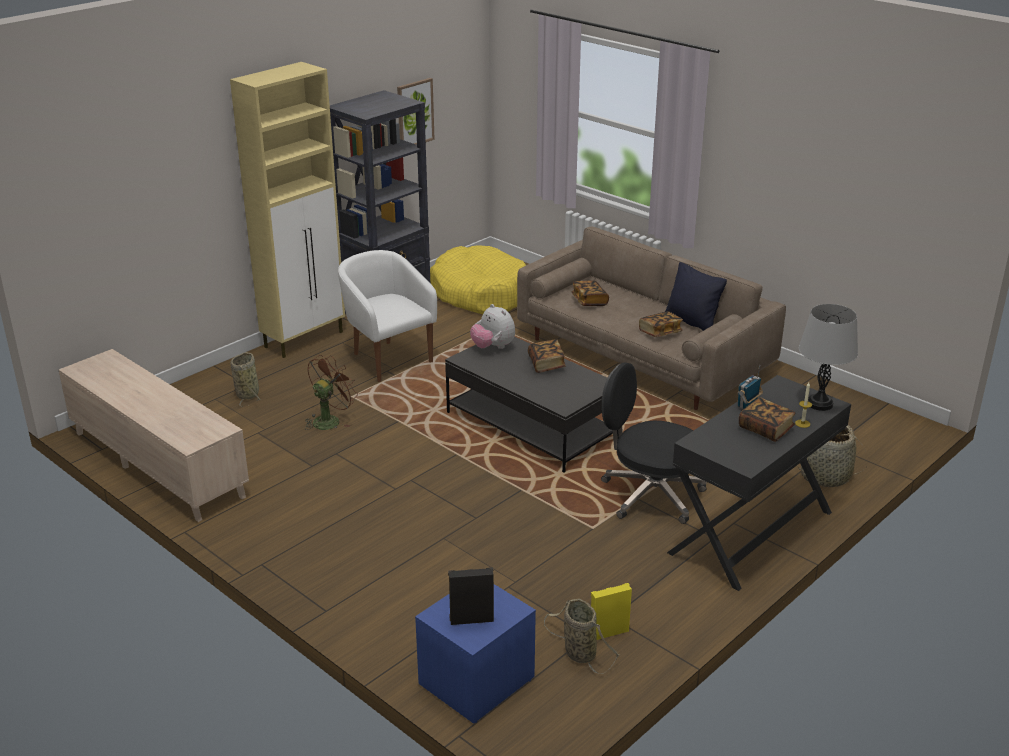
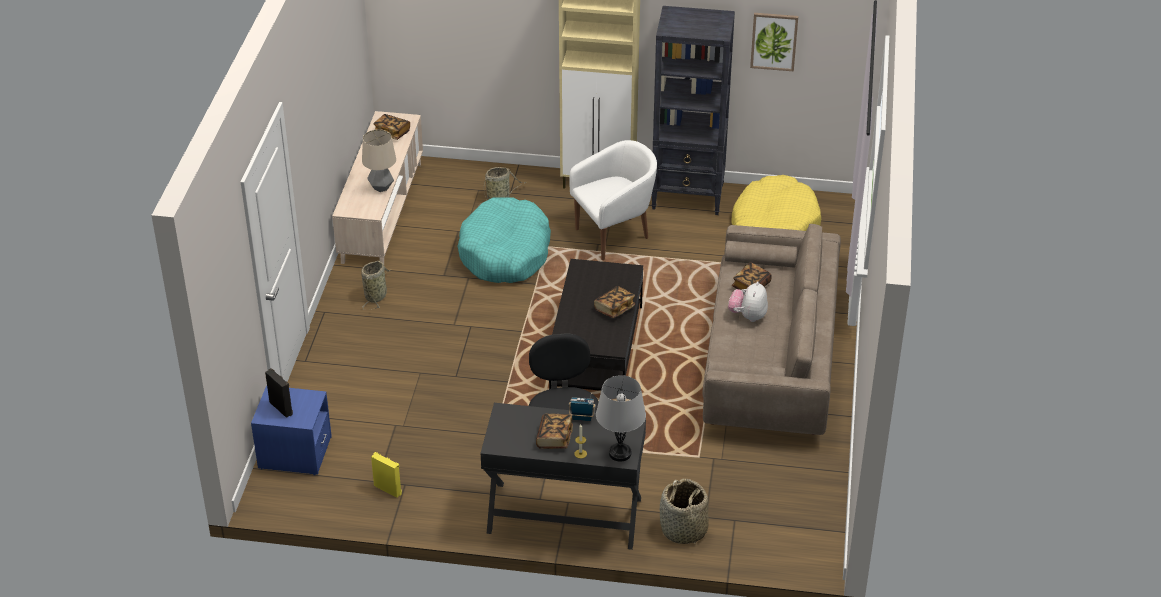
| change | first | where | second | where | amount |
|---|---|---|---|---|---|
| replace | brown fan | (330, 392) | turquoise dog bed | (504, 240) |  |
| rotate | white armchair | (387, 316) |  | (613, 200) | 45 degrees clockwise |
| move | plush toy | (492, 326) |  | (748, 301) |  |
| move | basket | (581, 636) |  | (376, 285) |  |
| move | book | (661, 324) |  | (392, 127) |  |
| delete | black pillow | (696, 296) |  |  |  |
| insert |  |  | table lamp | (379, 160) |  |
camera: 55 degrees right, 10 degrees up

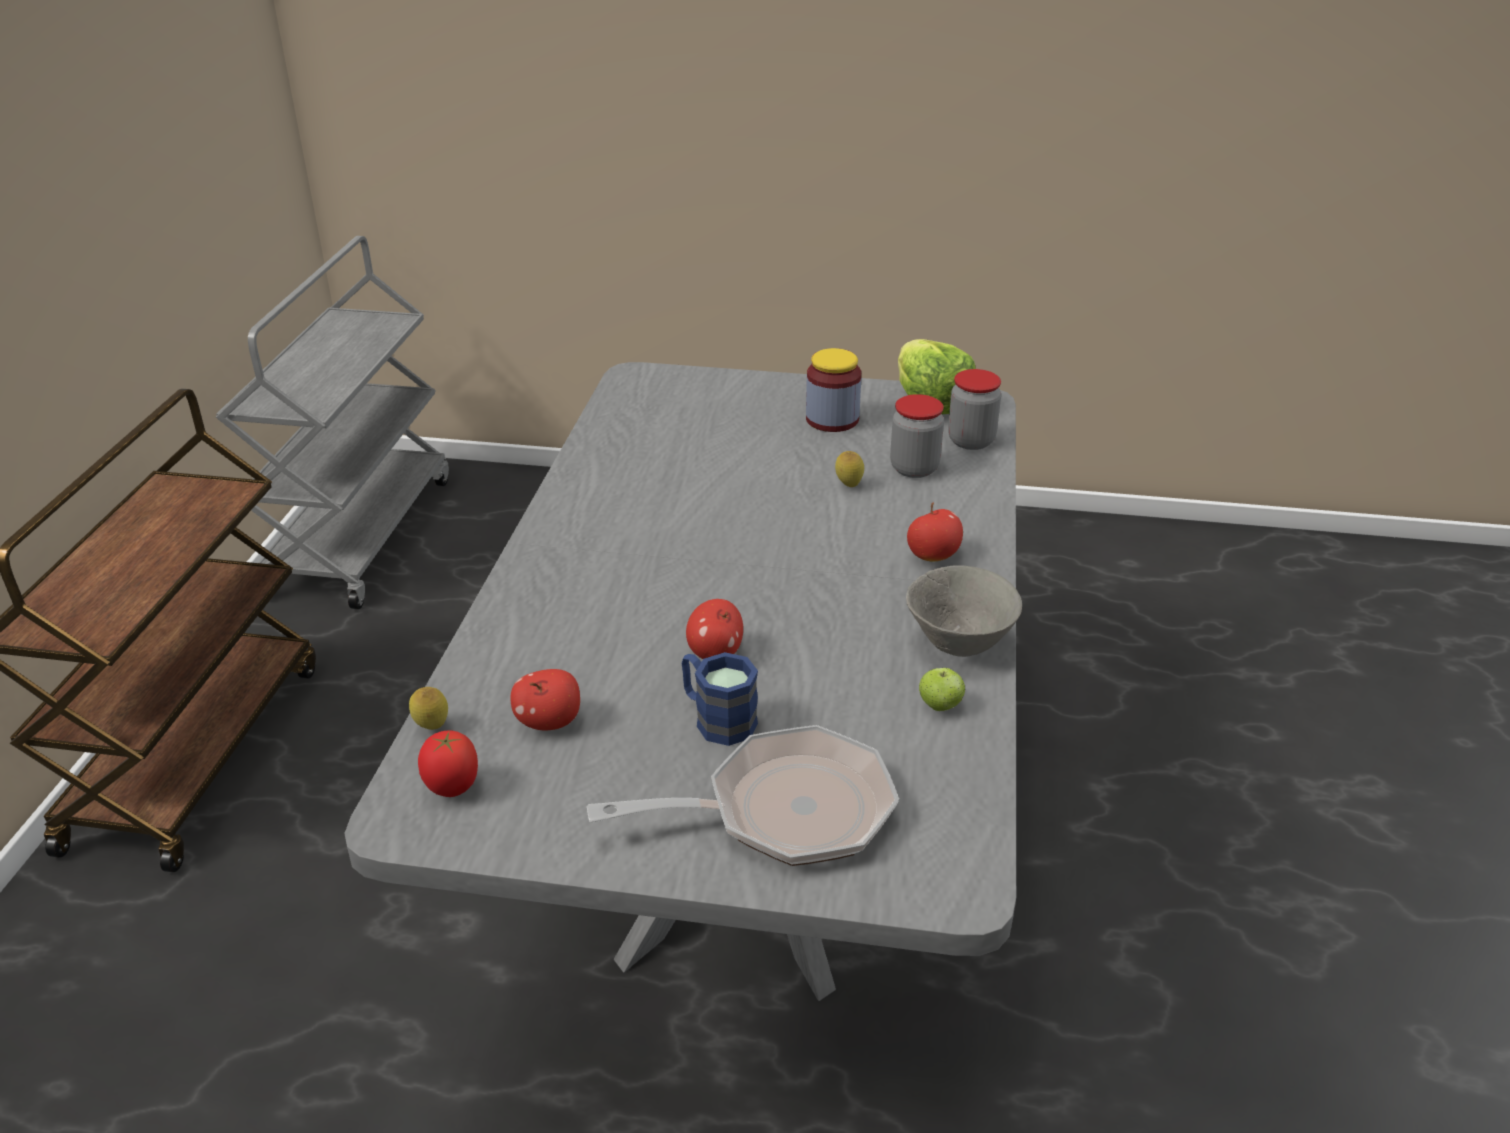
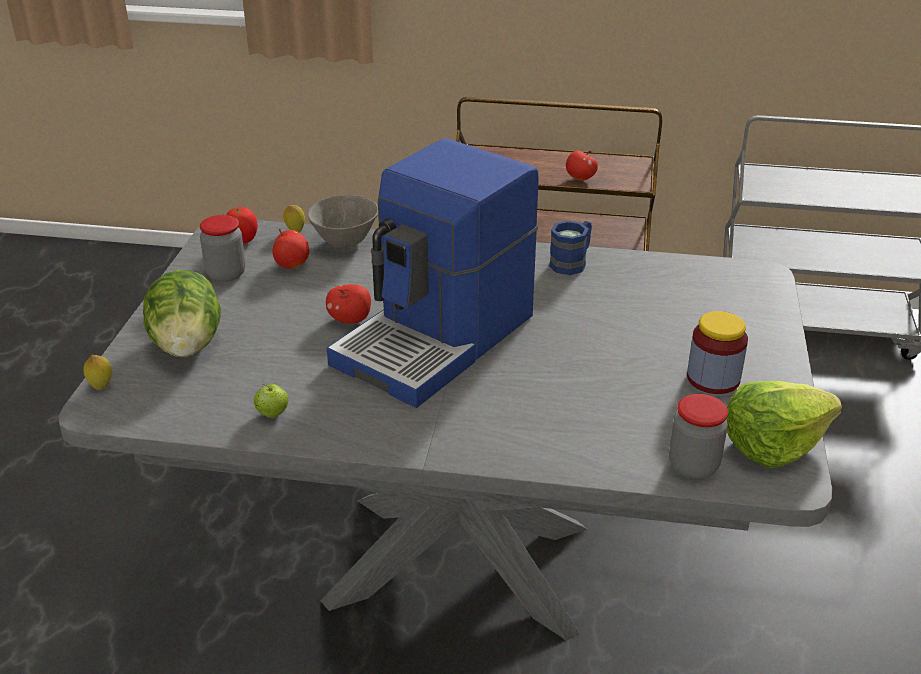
| change | first | where | second | where | amount |
|---|---|---|---|---|---|
| replace | frying pan | (743, 795) | lettuce | (182, 313) |  |
| move | blue mug | (720, 699) |  | (570, 247) |  |
| move | lemon | (849, 469) |  | (97, 372) |  |
| move | jar | (917, 436) |  | (223, 248) |  |
| move | grey bowl | (964, 611) |  | (343, 221) |  |
| move | apple | (935, 532) |  | (582, 165) |  |
| insert |  |  | coffee machine | (433, 273) |  |
camera: 90 degrees right, 0 degrees up

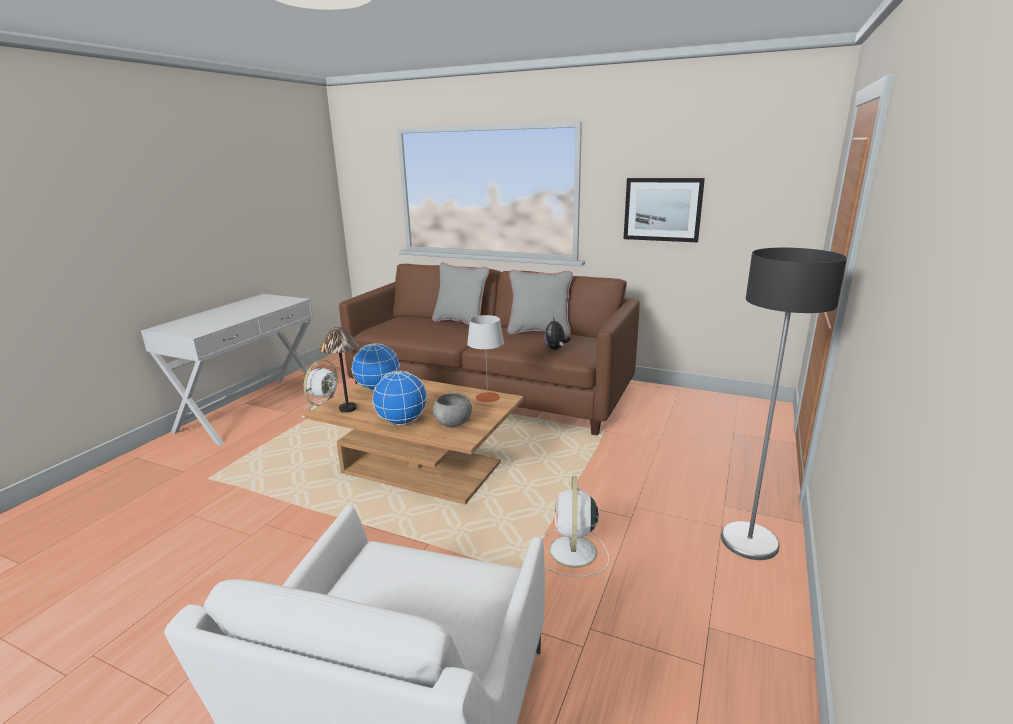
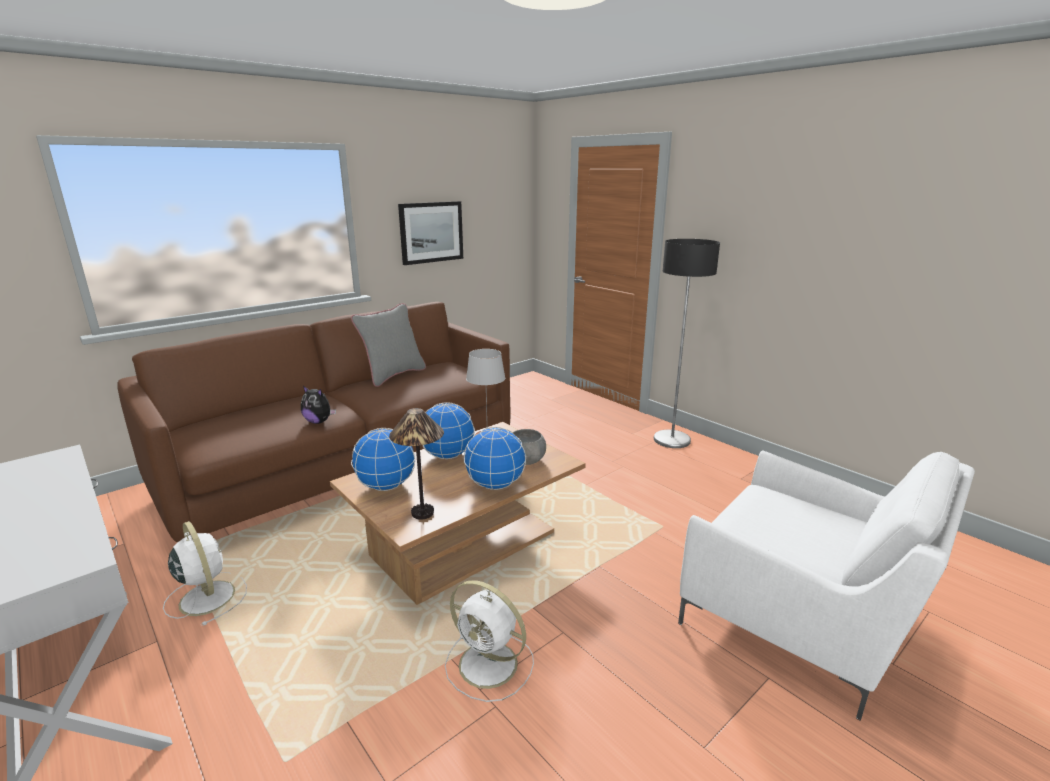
| change | first | where | second | where | amount |
|---|---|---|---|---|---|
| delete | grey pillow | (460, 293) |  |  |  |
| move | white fan | (575, 526) |  | (489, 641) |  |
| move | plush toy | (557, 333) |  | (318, 405) |  |
| insert |  |  | globe | (449, 430) |  |
camera: 65 degrees left, 0 degrees up

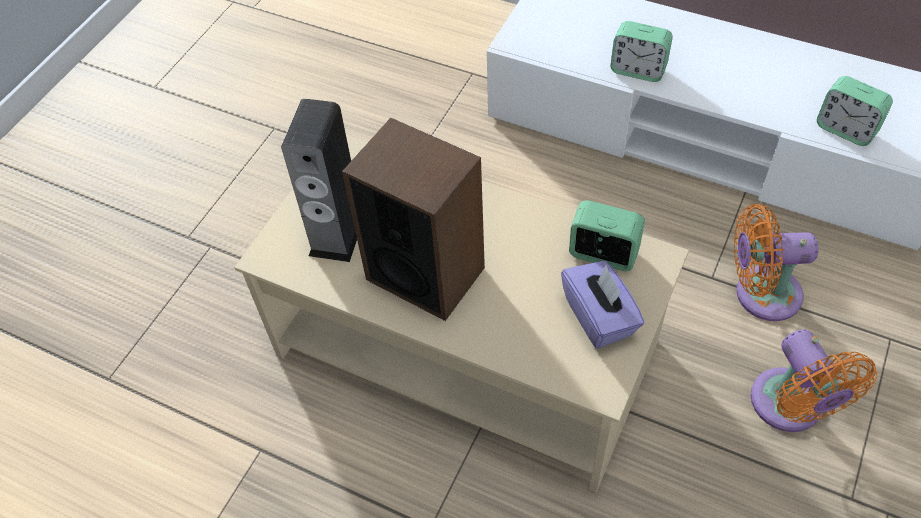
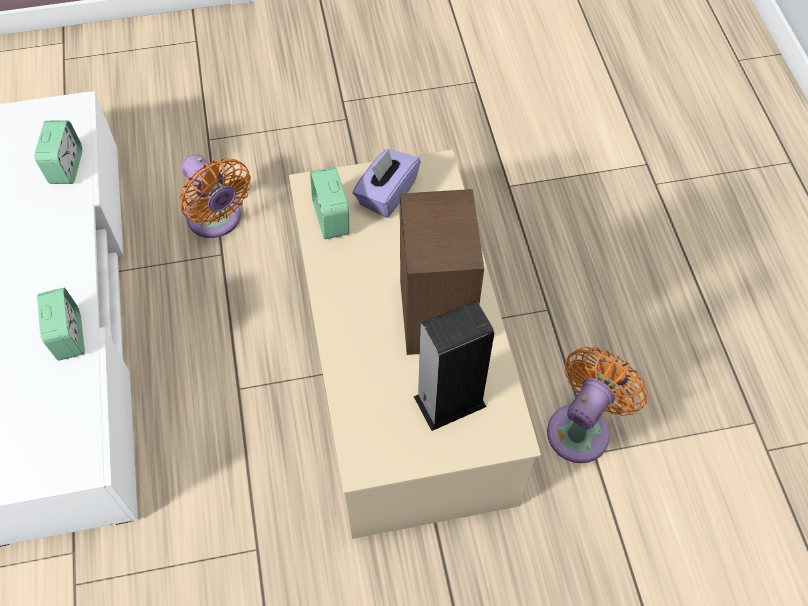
| change | first | where | second | where | amount |
|---|---|---|---|---|---|
| move | orange fan | (814, 380) |  | (597, 405) |  |
camera: 130 degrees left, 5 degrees up

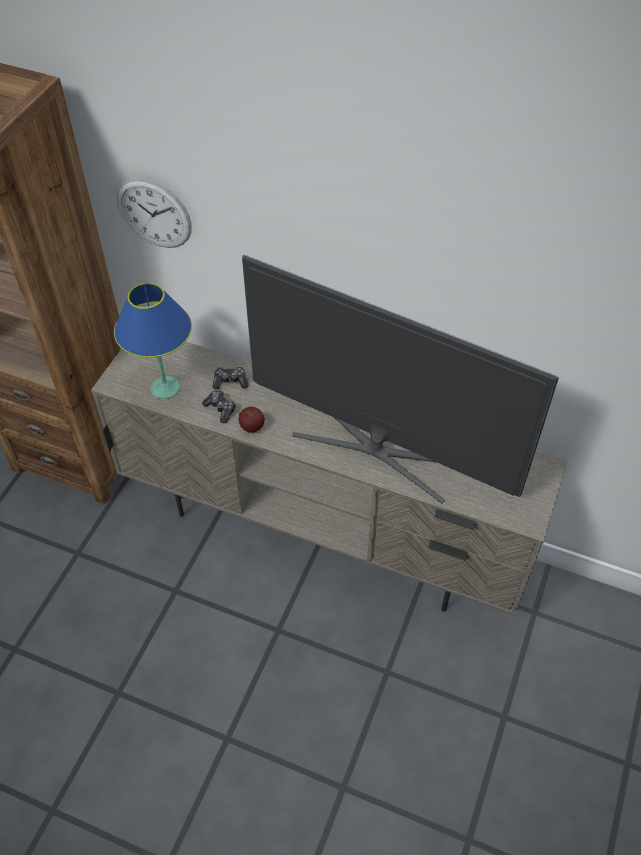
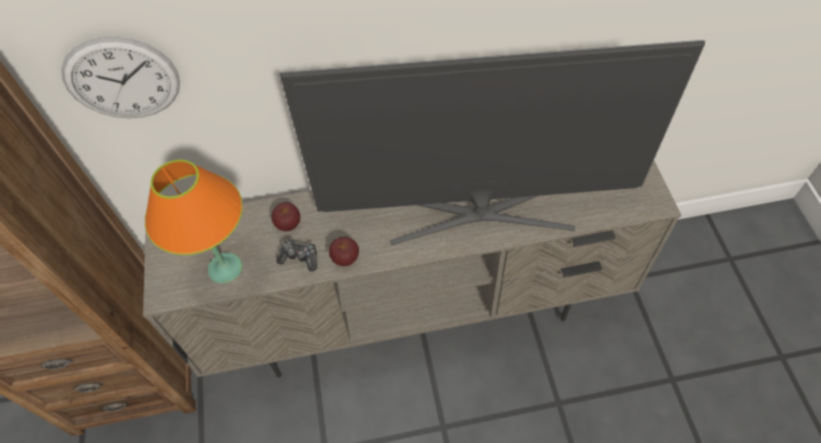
| change | first | where | second | where | amount |
|---|---|---|---|---|---|
| recolor | blue table lamp | (153, 341) | orange table lamp | (194, 221) |  |
| replace | game controller | (230, 377) | apple | (285, 216) |  |
camera: 30 degrees left, 5 degrees up

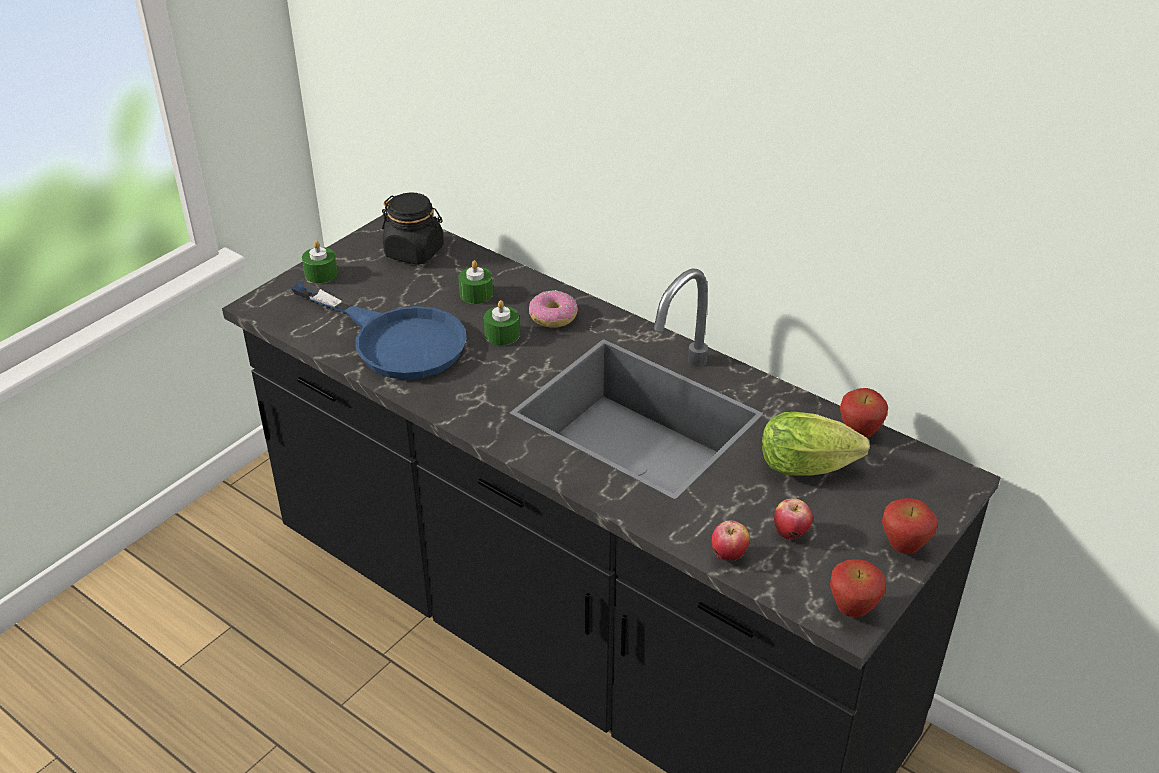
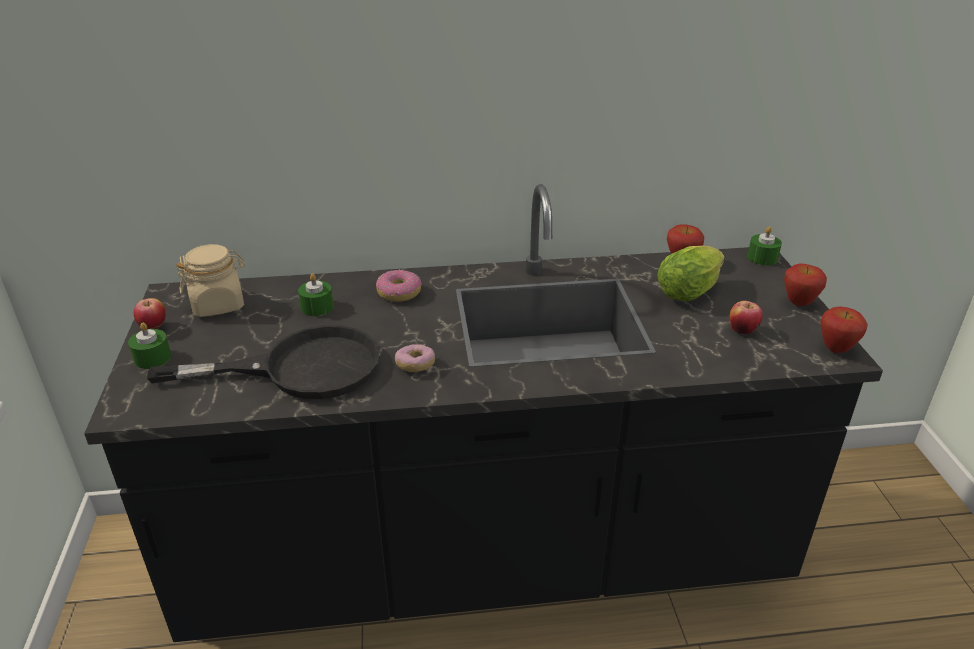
| change | first | where | second | where | amount |
|---|---|---|---|---|---|
| recolor | blue frying pan | (379, 330) | black frying pan | (263, 362) |  |
| recolor | black jar | (413, 229) | beige jar | (210, 280) |  |
| move | green candle | (502, 322) |  | (764, 246) |  |
| move | apple | (730, 540) |  | (150, 313) |  |
| insert |  |  | donut | (415, 358) |  |
camera: 45 degrees left, 5 degrees down

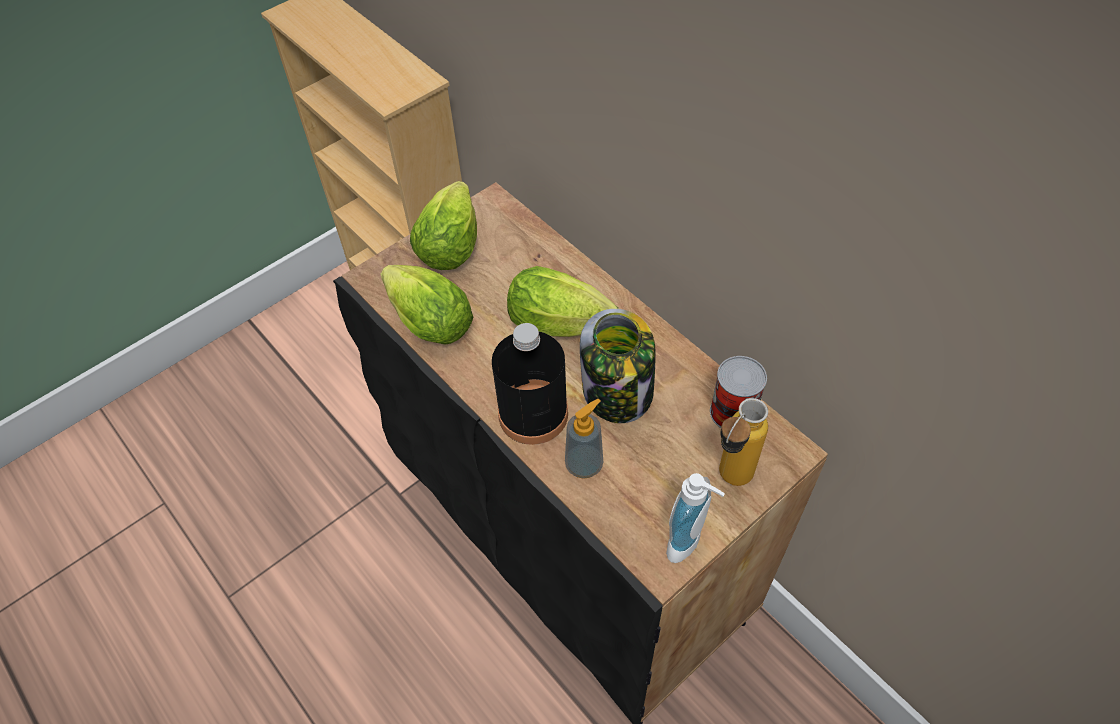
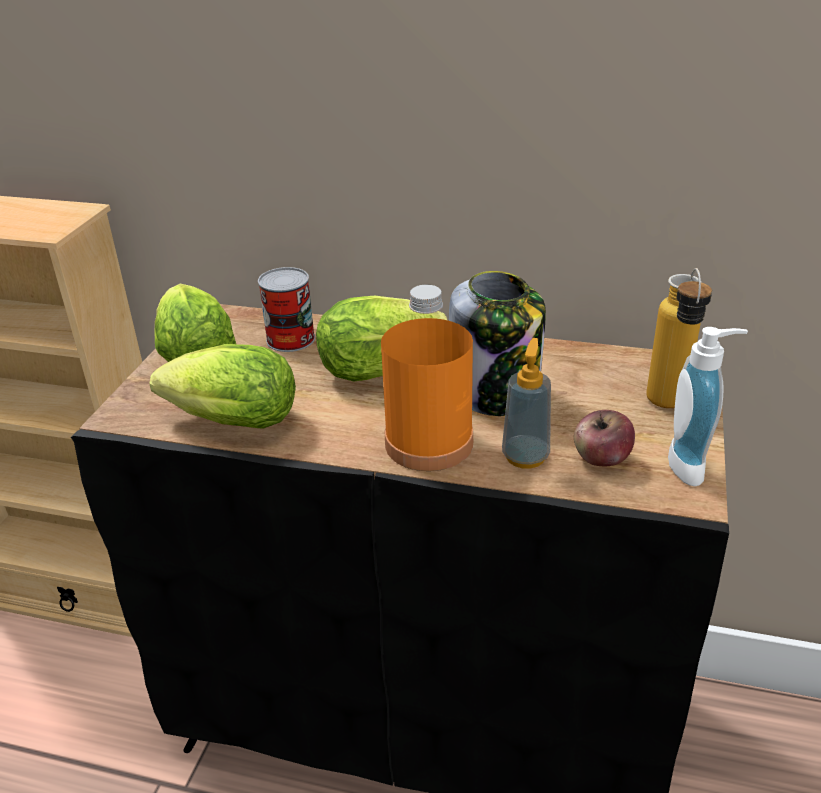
| change | first | where | second | where | amount |
|---|---|---|---|---|---|
| recolor | black bottle | (530, 384) | orange bottle | (427, 378) |  |
| move | can | (738, 392) |  | (286, 309) |  |
| insert |  |  | apple | (604, 438) |  |
camera: 35 degrees left, 20 degrees down

